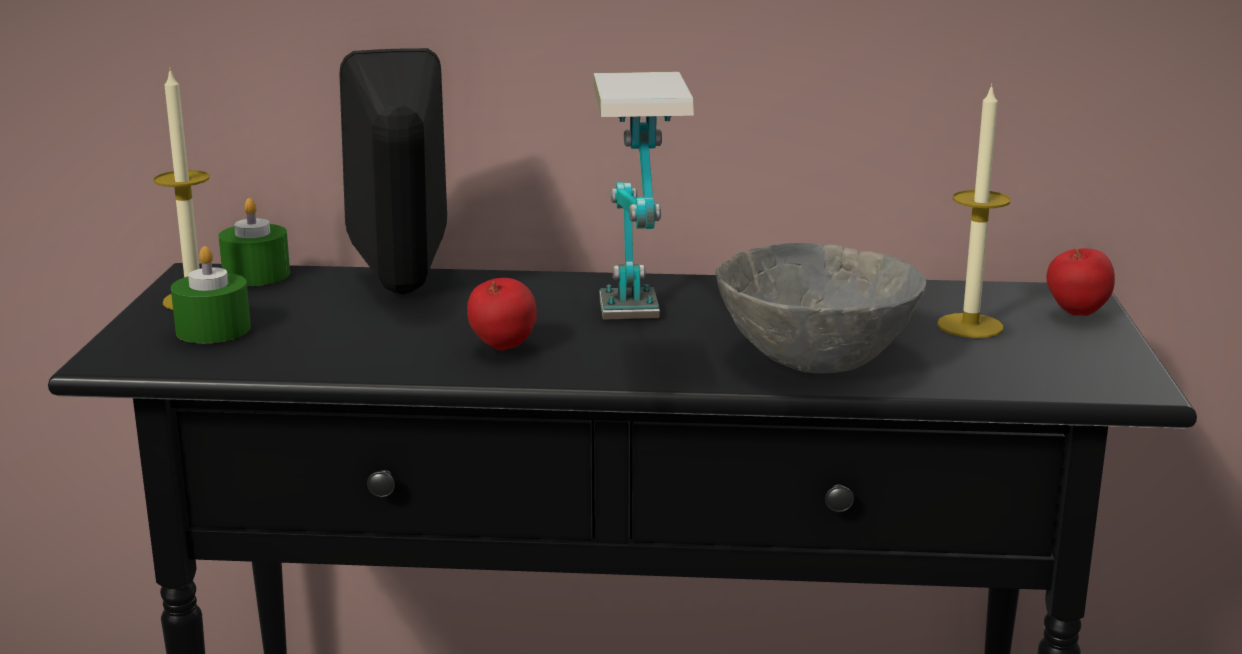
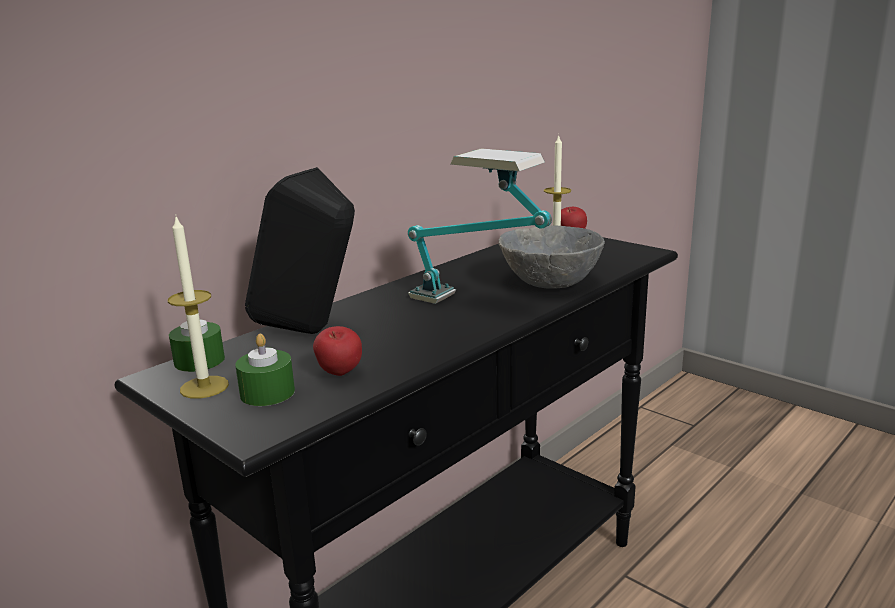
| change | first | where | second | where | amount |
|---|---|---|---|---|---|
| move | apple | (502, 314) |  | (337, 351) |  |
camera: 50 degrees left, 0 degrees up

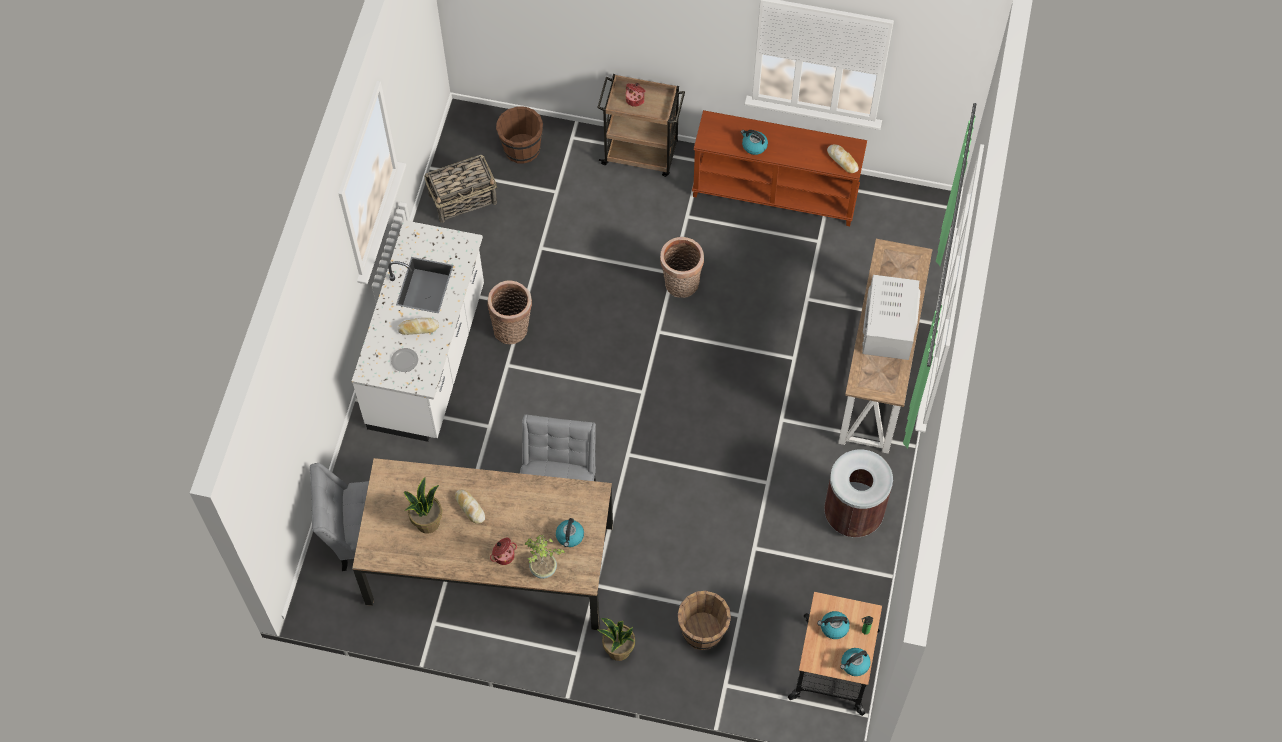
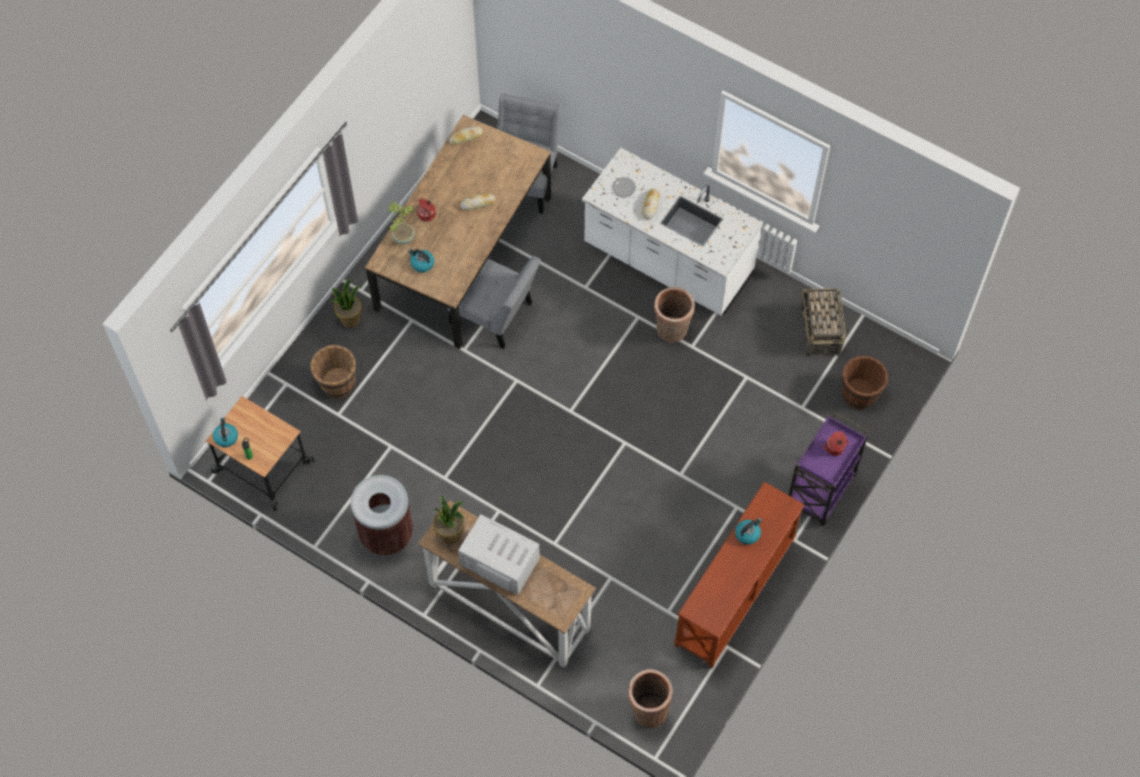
| change | first | where | second | where | amount |
|---|---|---|---|---|---|
| move | potted plant | (423, 505) |  | (448, 519) |  |
| recolor | brown cart | (641, 125) | purple cart | (828, 468) |  |
| move | basket | (682, 267) |  | (650, 698) |  |
| delete | kettle | (833, 625) |  |  |  |
| move | bread | (843, 158) |  | (466, 135) |  |
camera: 110 degrees right, 0 degrees up

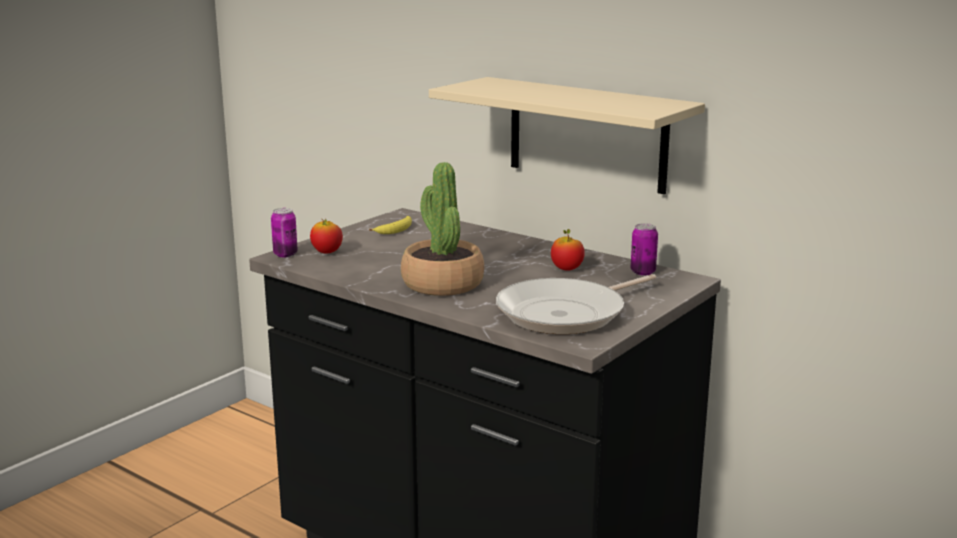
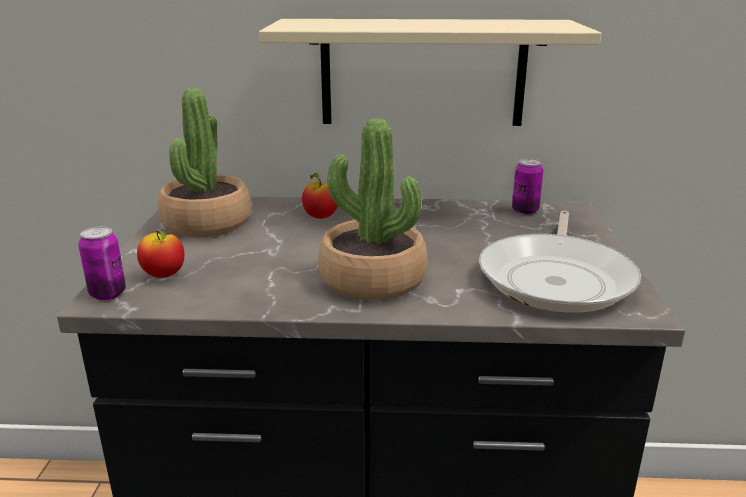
| change | first | where | second | where | amount |
|---|---|---|---|---|---|
| replace | banana | (390, 225) | potted plant | (204, 162) |  |
| move | apple | (568, 250) |  | (320, 196) |  |
camera: 35 degrees left, 5 degrees up

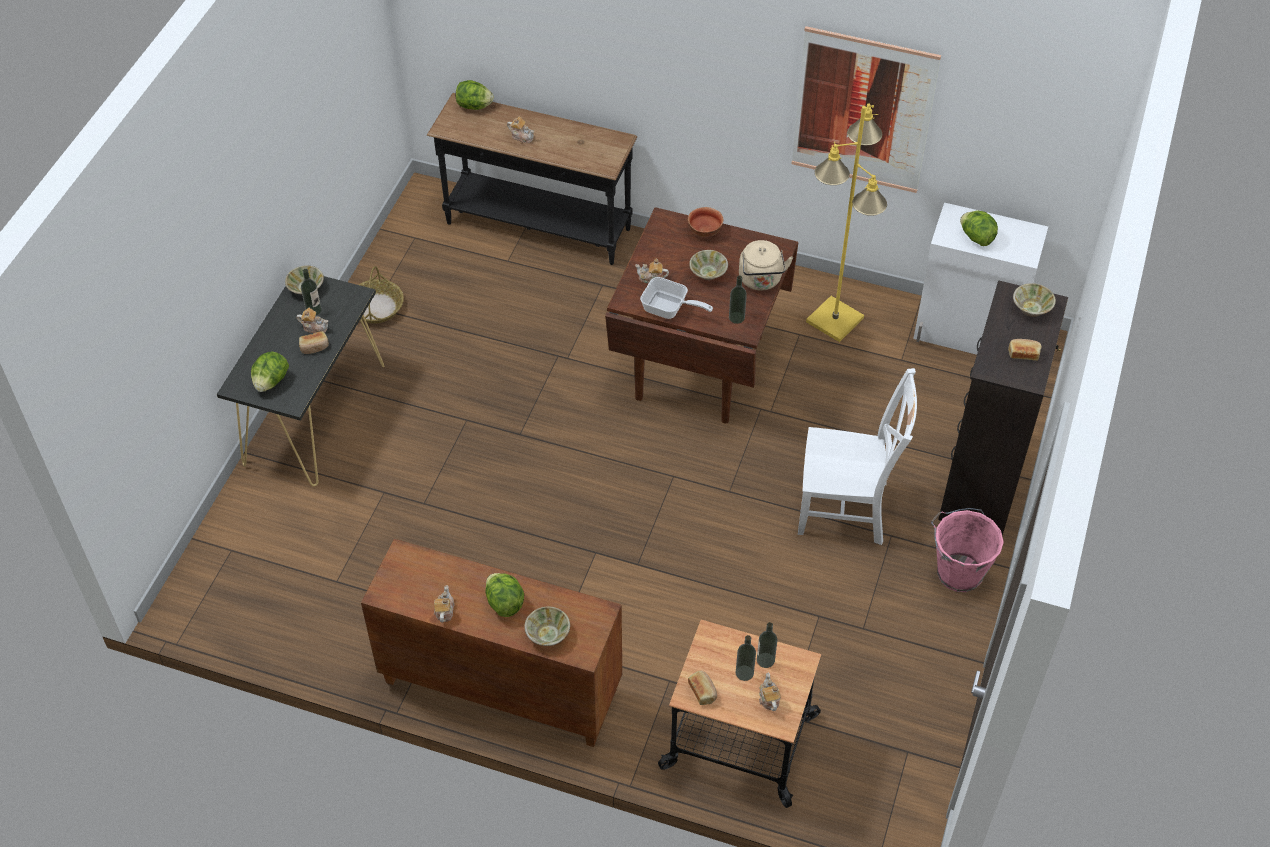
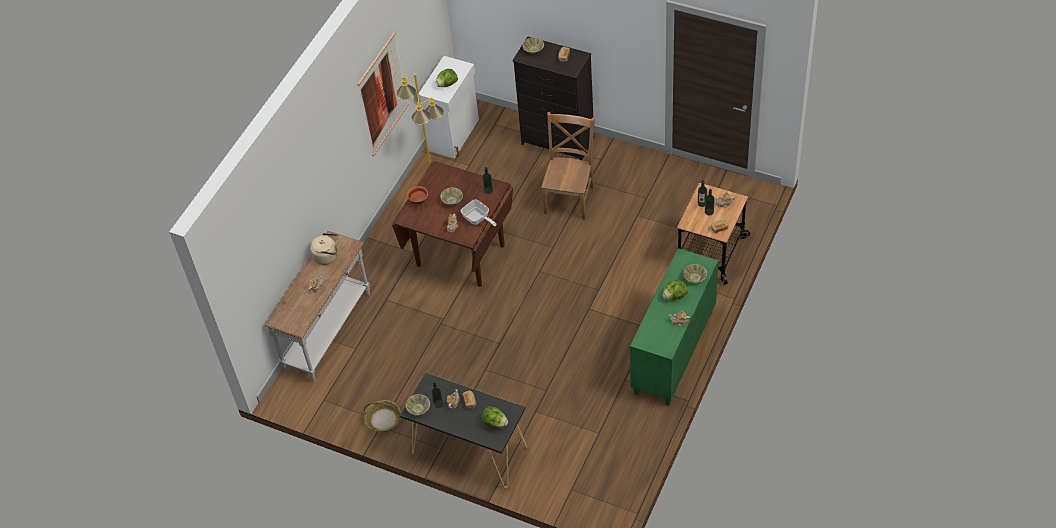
| change | first | where | second | where | amount |
|---|---|---|---|---|---|
| recolor | brown cabinet | (491, 643) | green cabinet | (674, 327) |  |
| recolor | black console table | (532, 179) | white console table | (317, 306) |  |
| delete | lettuce | (475, 95) |  |  |  |
| rotate | frying pan | (676, 298) |  | (478, 213) | 105 degrees clockwise |
| move | beige kettle | (766, 265) |  | (324, 248) |  |
| recolor | white chair | (857, 456) | brown chair | (568, 166) |  |
| delete | pink bucket | (967, 550) |  |  |  |
camera: 80 degrees left, 0 degrees up

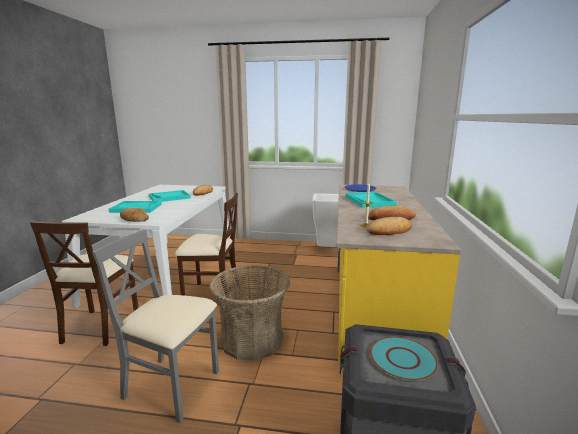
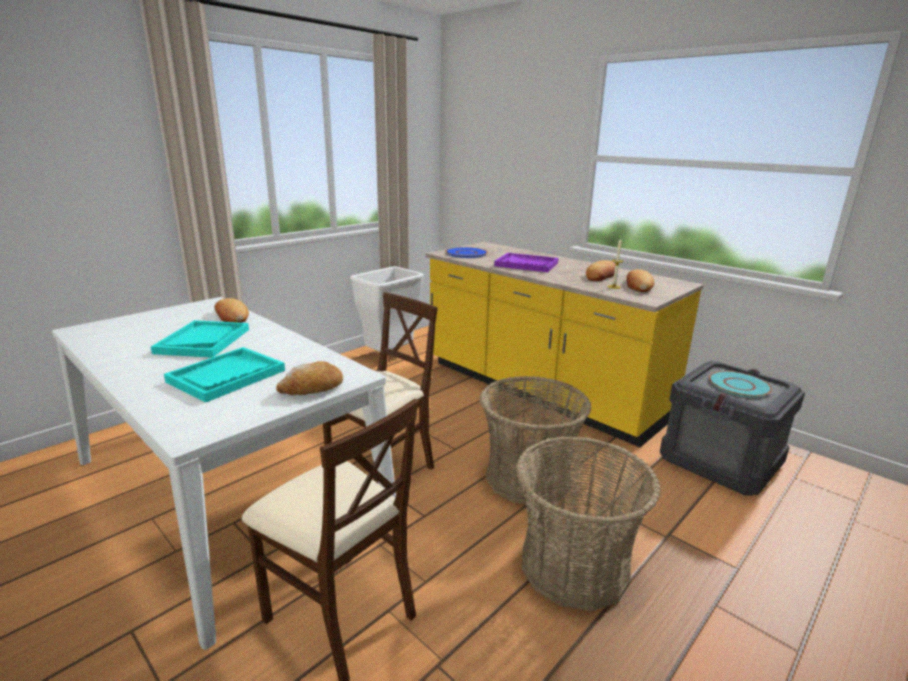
| change | first | where | second | where | amount |
|---|---|---|---|---|---|
| replace | grey chair | (155, 326) | basket | (588, 523) |  |
| recolor | turquoise tray | (370, 200) | purple tray | (526, 262) |  |
camera: 55 degrees left, 5 degrees up

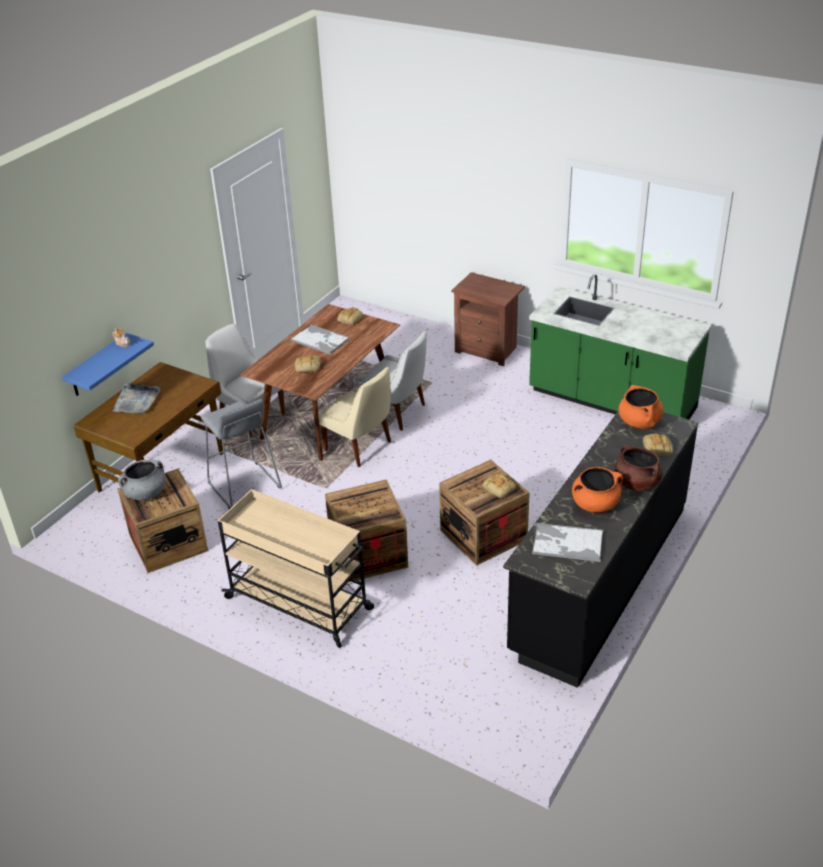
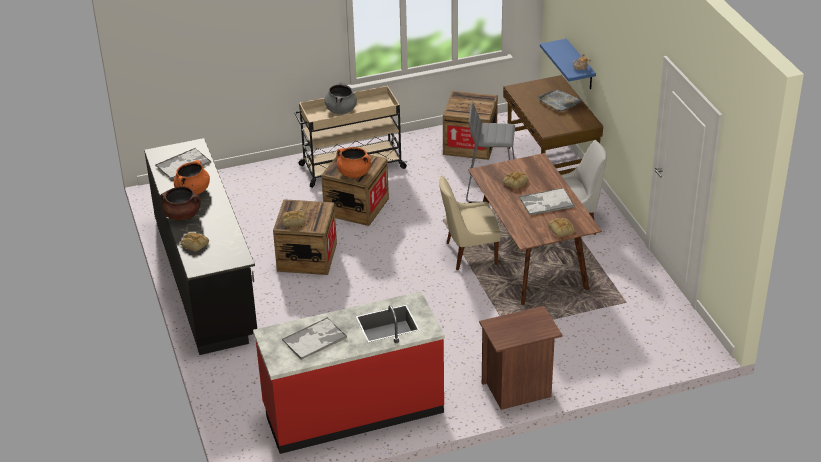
| change | first | where | second | where | amount |
|---|---|---|---|---|---|
| move | grey cooking pot | (141, 480) |  | (340, 98) |  |
| delete | white chair | (392, 381) |  |  |  |
| recolor | green counter | (620, 347) | red counter | (349, 372) |  |
| move | orange cooking pot | (641, 407) |  | (354, 162) |  |
| insert |  |  | tray | (314, 338) |  |
camera: 130 degrees right, 0 degrees up

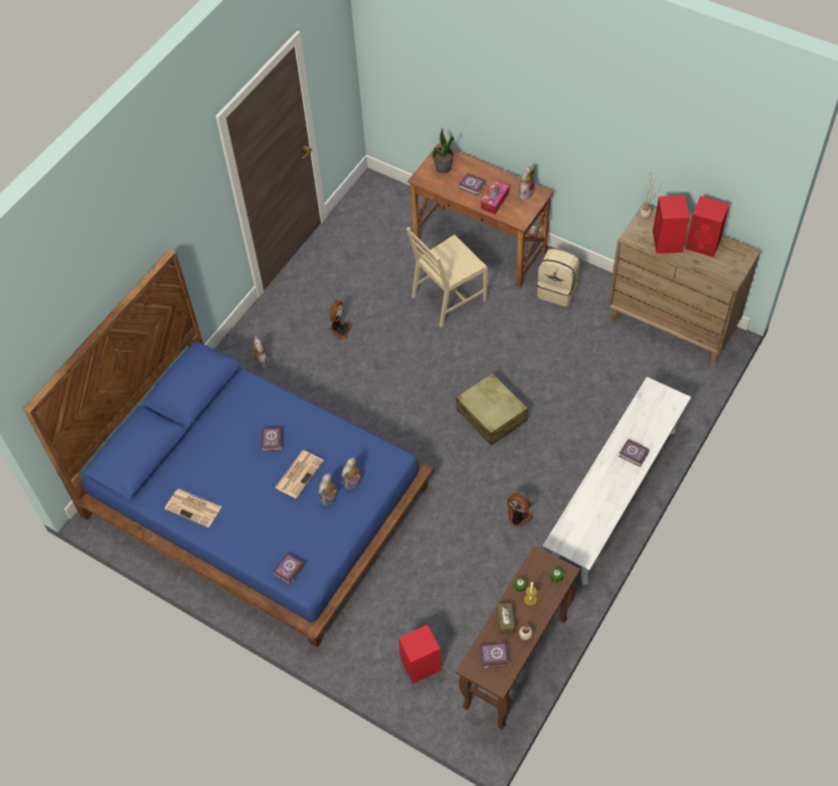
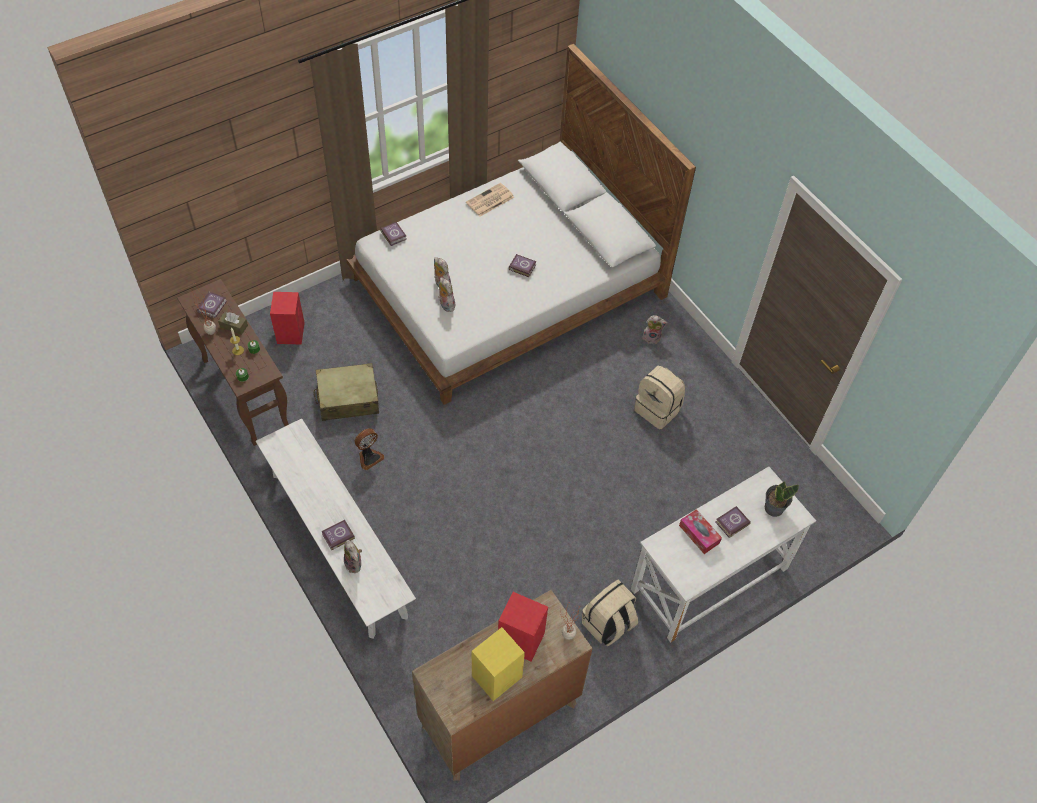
| change | first | where | second | where | amount |
|---|---|---|---|---|---|
| recolor | blue bed | (228, 448) | white bed | (521, 224) |  |
| delete | newspaper | (299, 474) |  |  |  |
| replace | fan | (340, 320) | beige backpack | (659, 397) |  |
| delete | beige chair | (447, 277) |  |  |  |
| recolor | brown desk | (480, 215) | white desk | (723, 555) |  |
| move | beige suitcase | (492, 409) |  | (346, 392) |  |
| move | plush toy | (527, 183) |  | (353, 556) |  |
| recolor | red speaker | (707, 226) | yellow speaker | (498, 664) |  |
camera: 110 degrees right, 0 degrees up

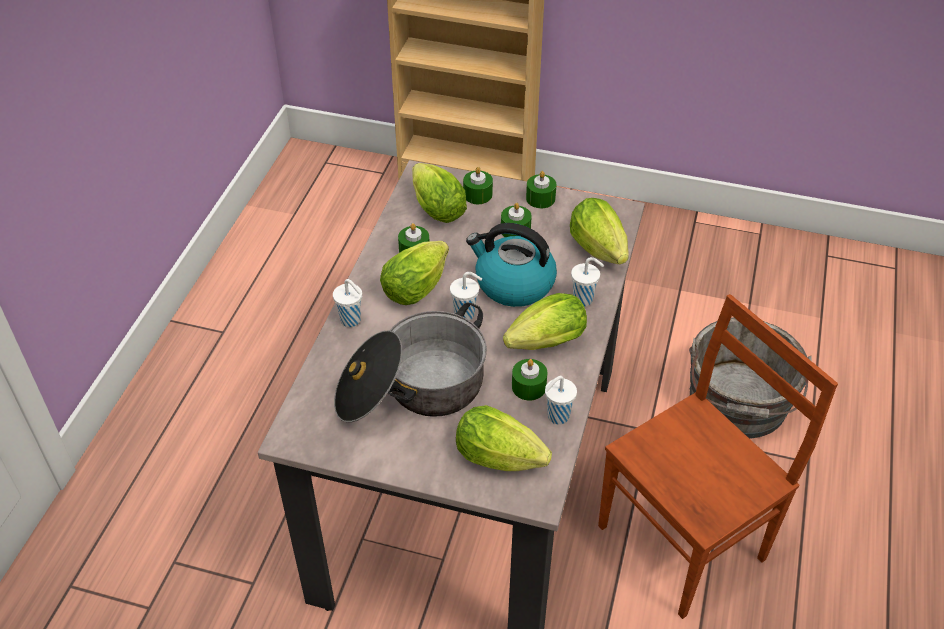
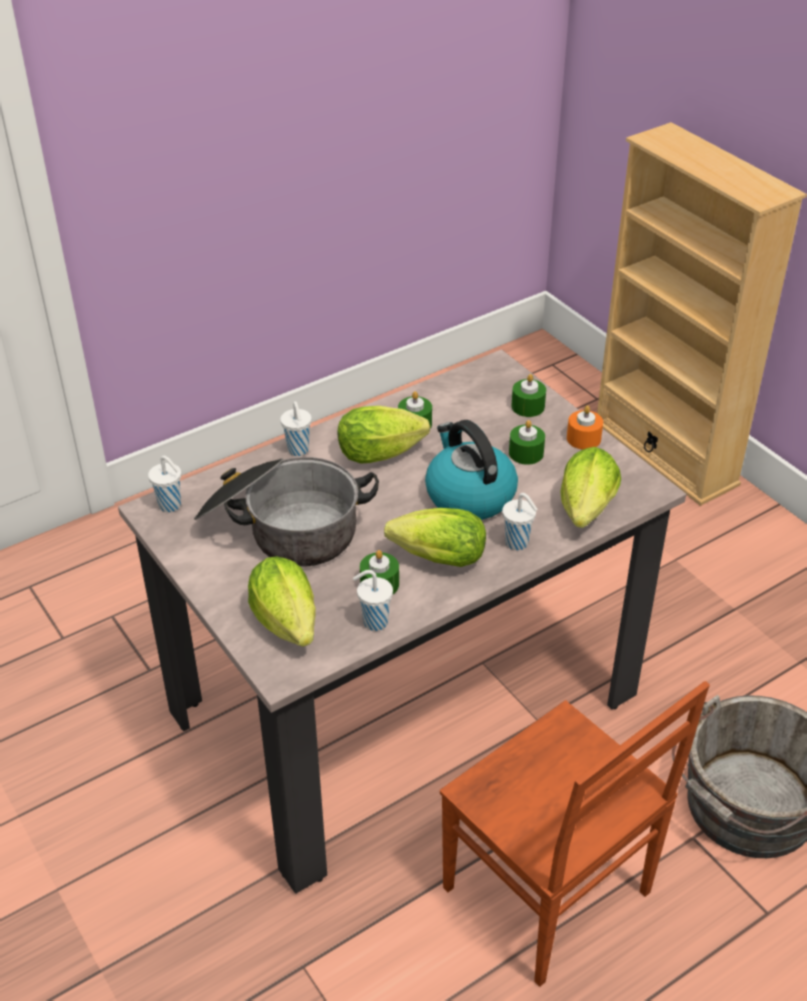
| change | first | where | second | where | amount |
|---|---|---|---|---|---|
| delete | lettuce | (439, 193) |  |  |  |
| move | white cup | (466, 296) |  | (164, 484) |  |
| recolor | green candle | (541, 189) | orange candle | (585, 427) |  |
| rotate | brown chair | (718, 456) |  | (575, 834) | 45 degrees clockwise |
camera: 40 degrees right, 5 degrees down

